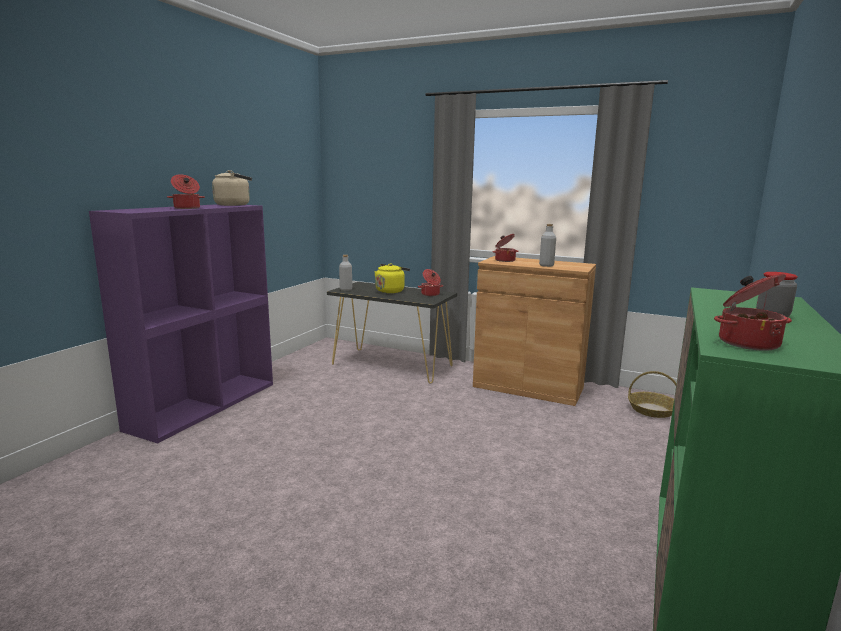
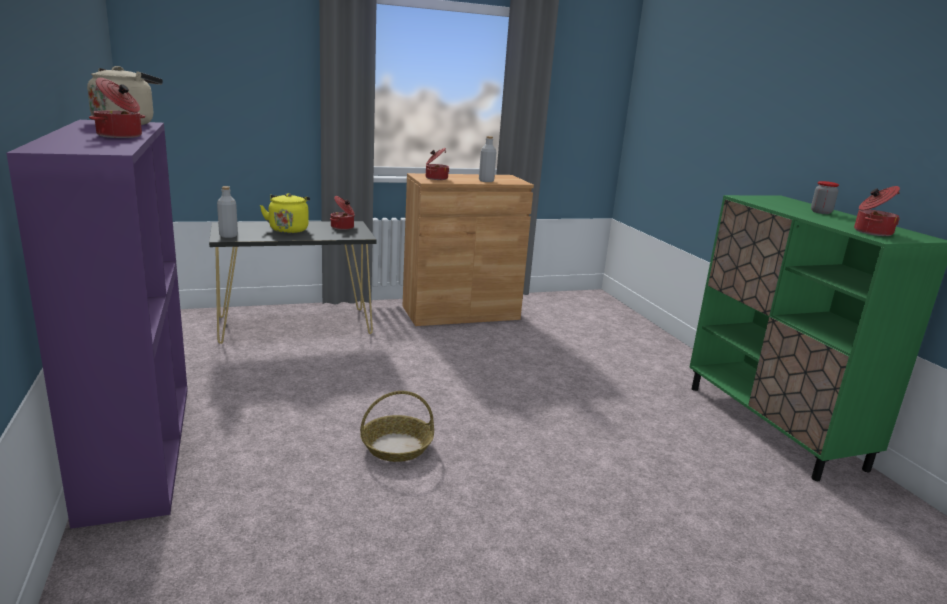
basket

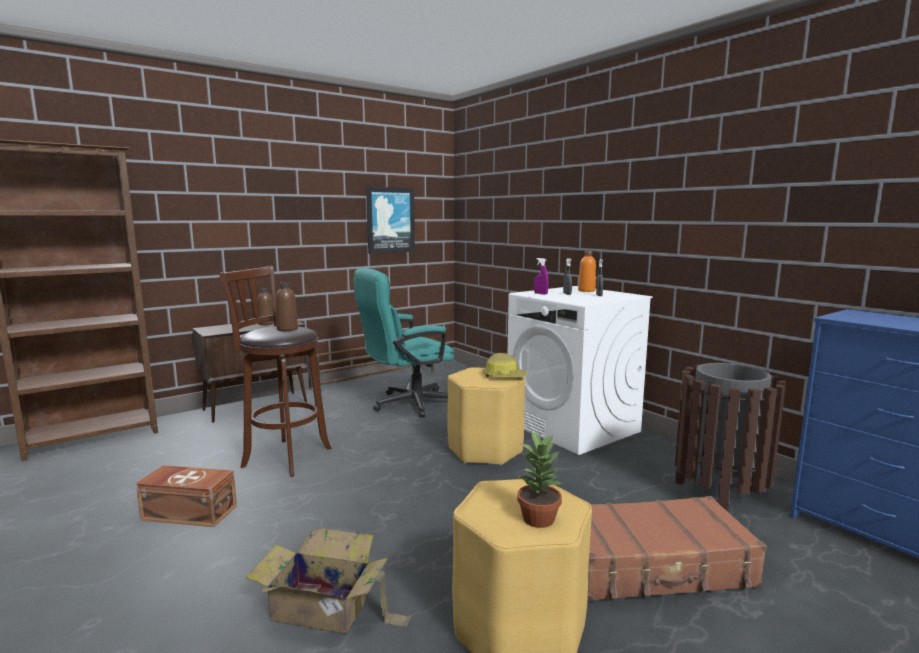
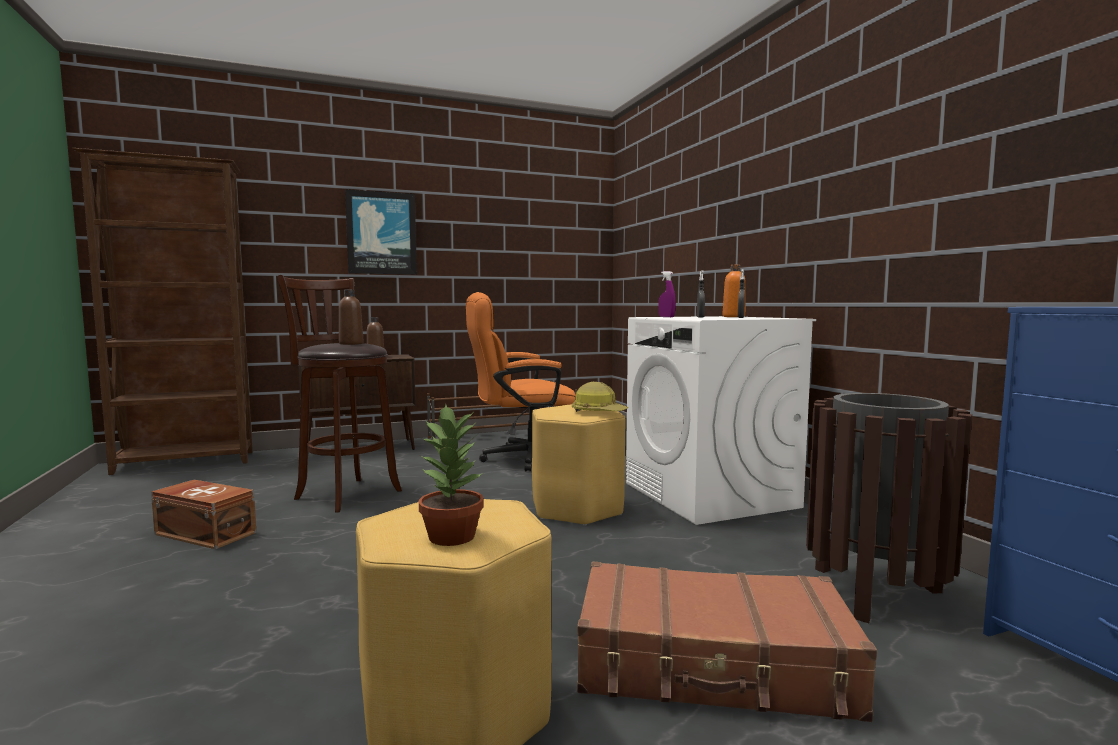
cardboard box
orange office chair
picture

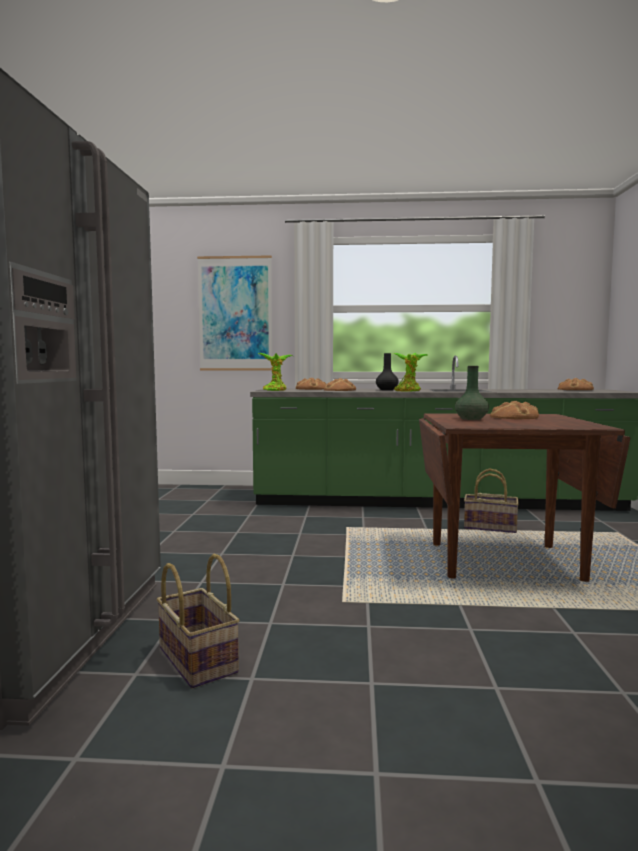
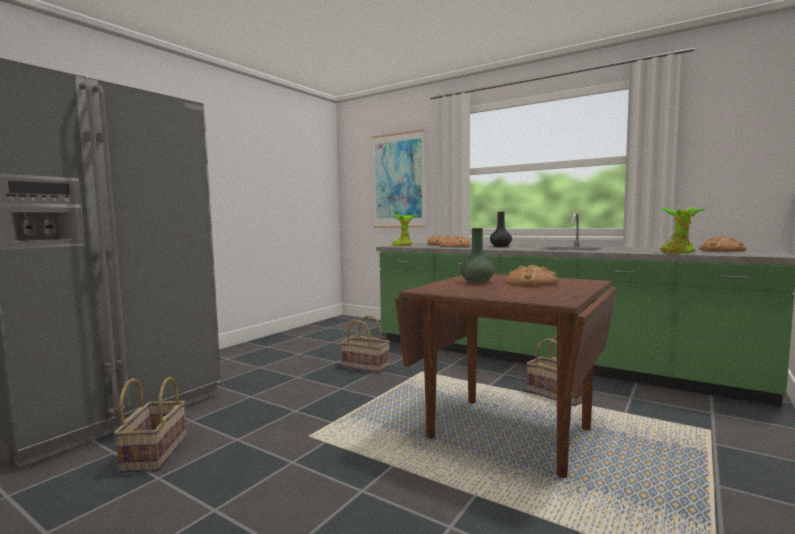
potted plant (no. 2 from left)
basket (no. 2 from left)

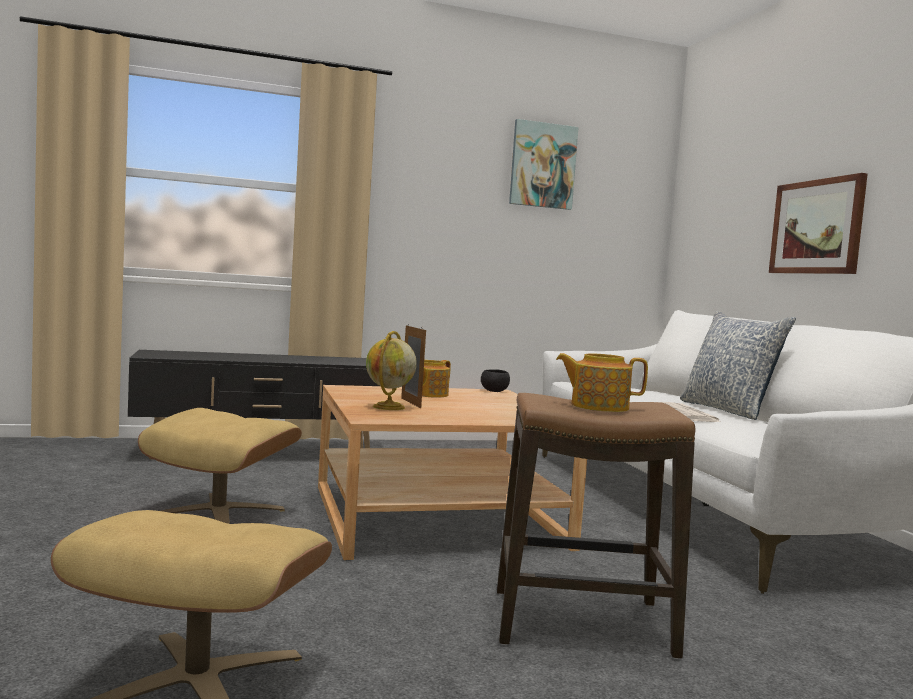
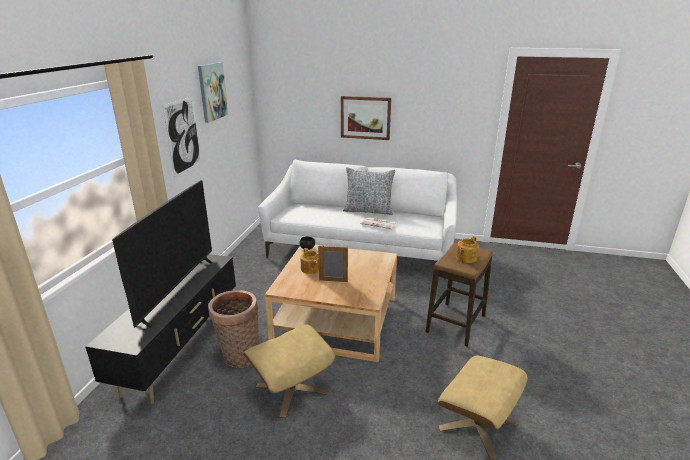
globe
television
picture (no. 1 from left)
basket

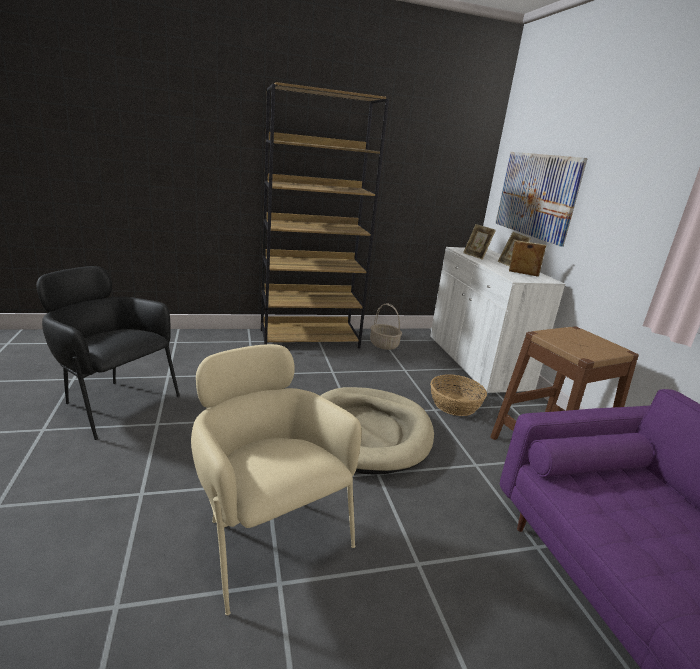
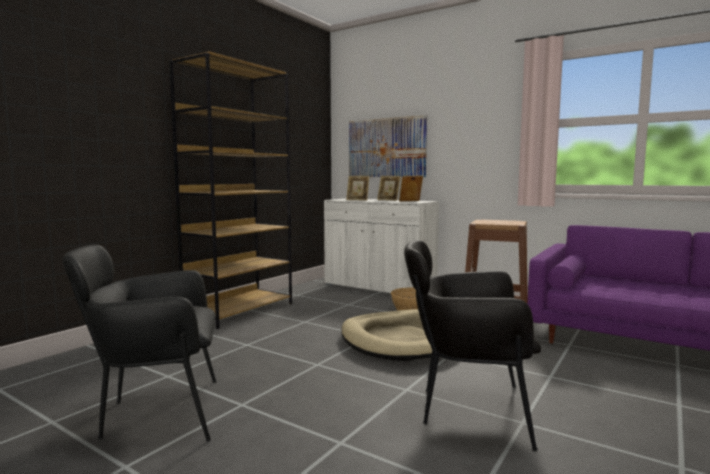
black armchair (no. 2 from left)
basket (no. 1 from left in the first image)

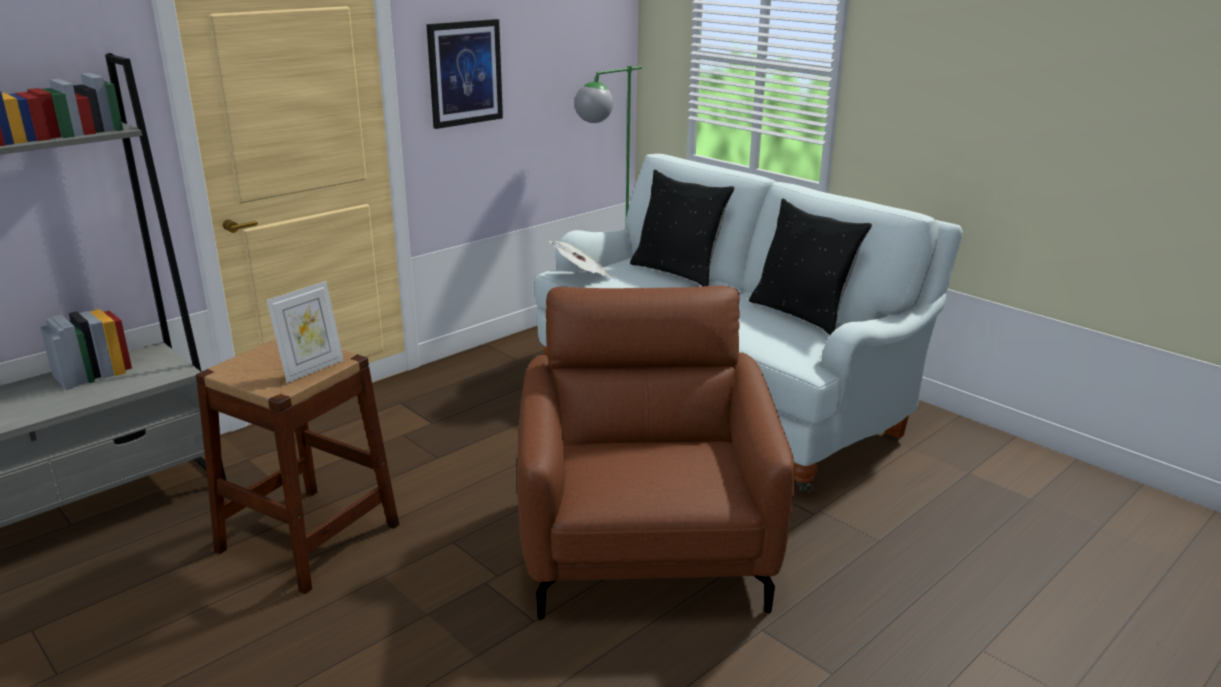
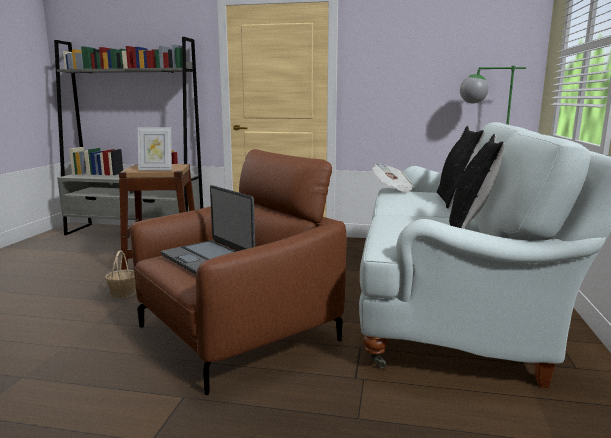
picture
basket
laptop

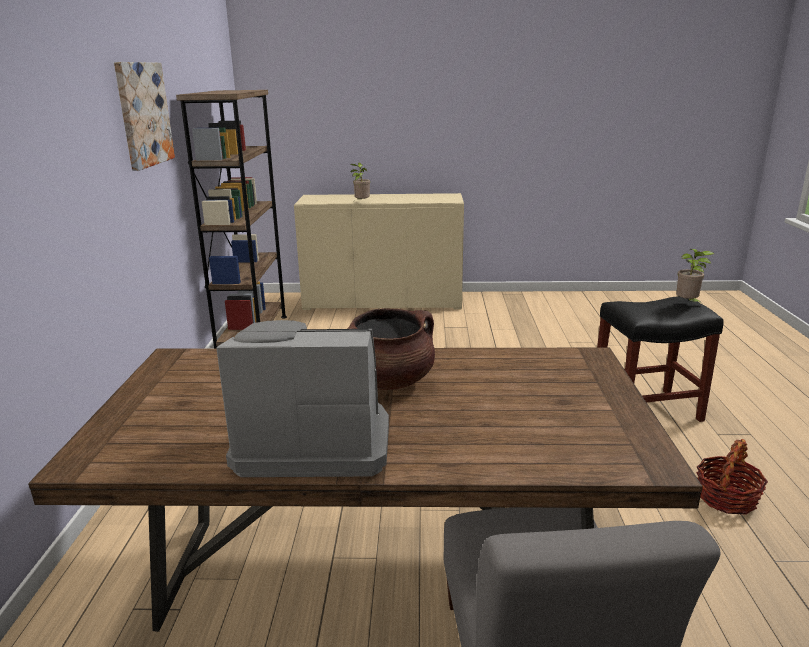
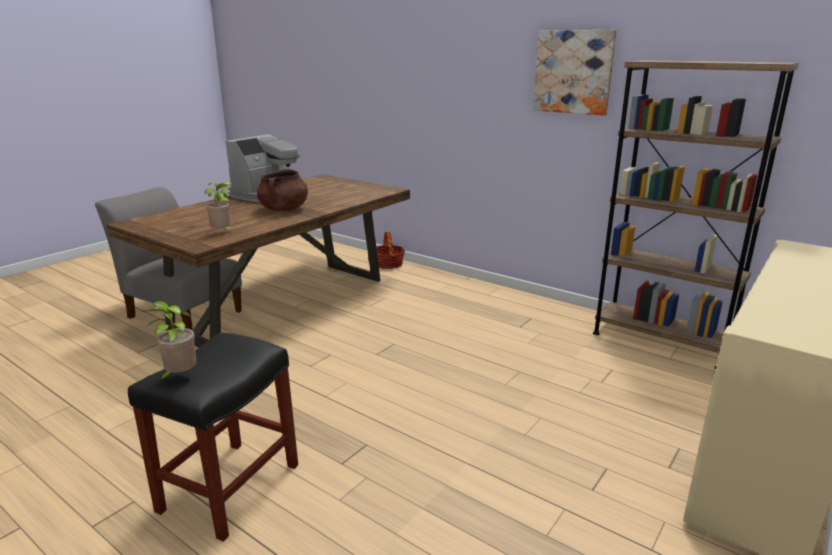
potted plant (no. 2 from left)
basket

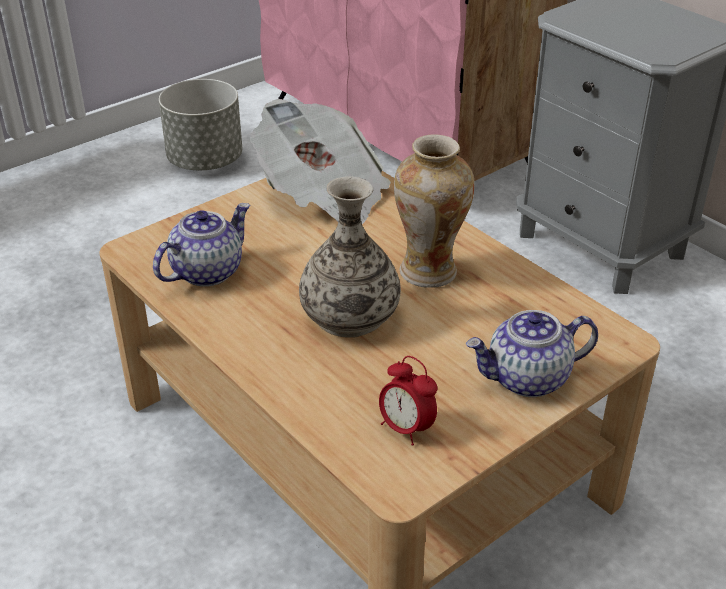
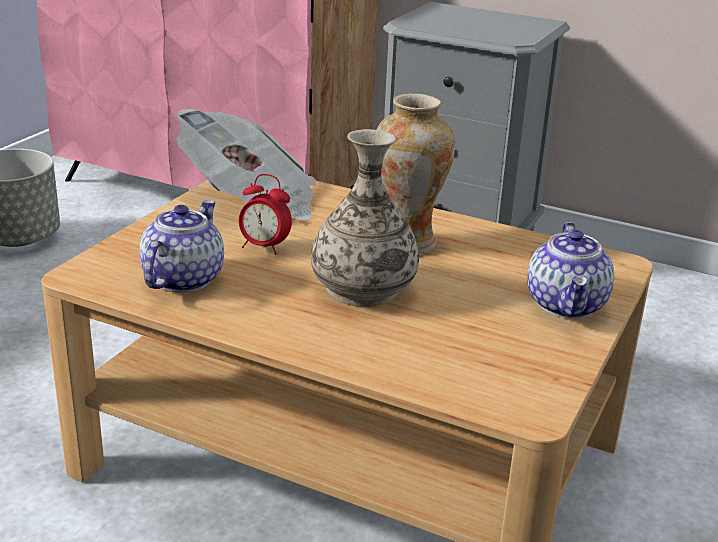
alarm clock
teapot (no. 2 from left)

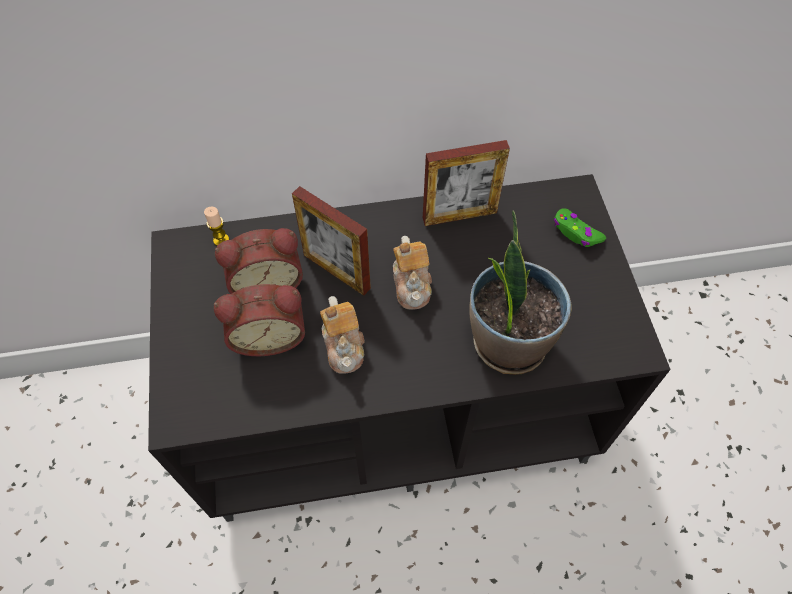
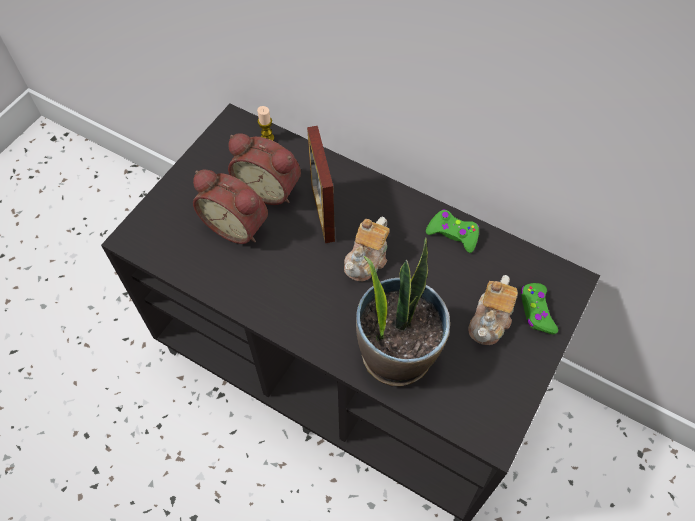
teapot (no. 2 from left)
green game controller (no. 1 from left)

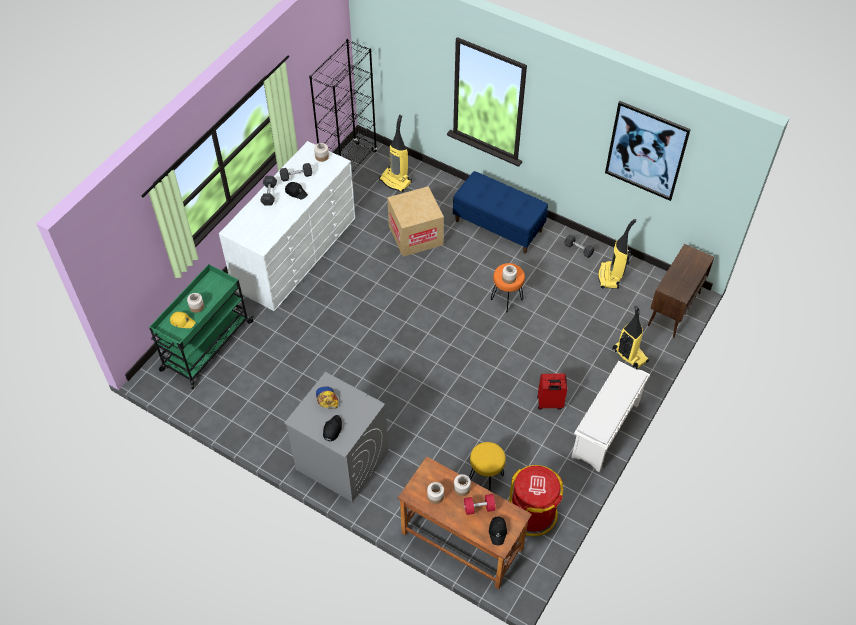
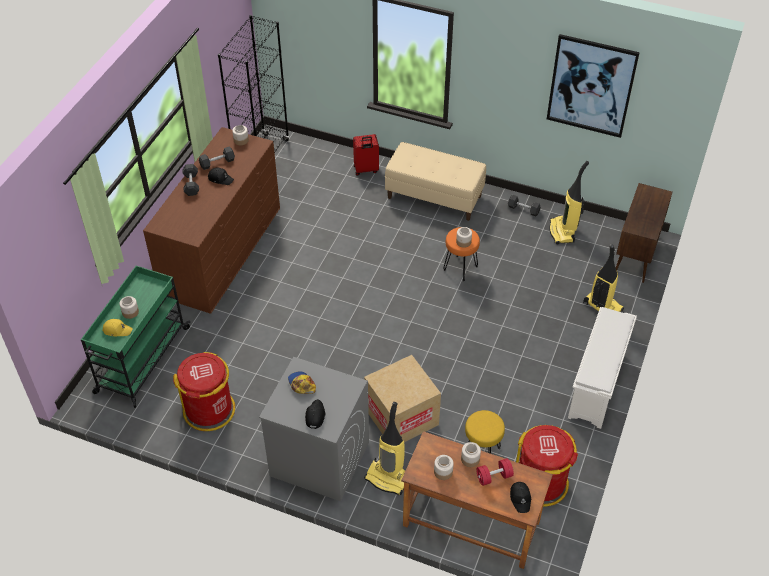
brown dresser
vacuum cleaner (no. 1 from left)
cardboard box
beige bench
red suitcase
red trash can (no. 1 from left)

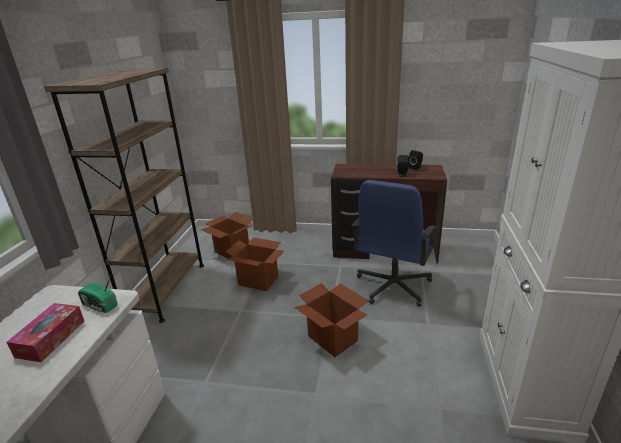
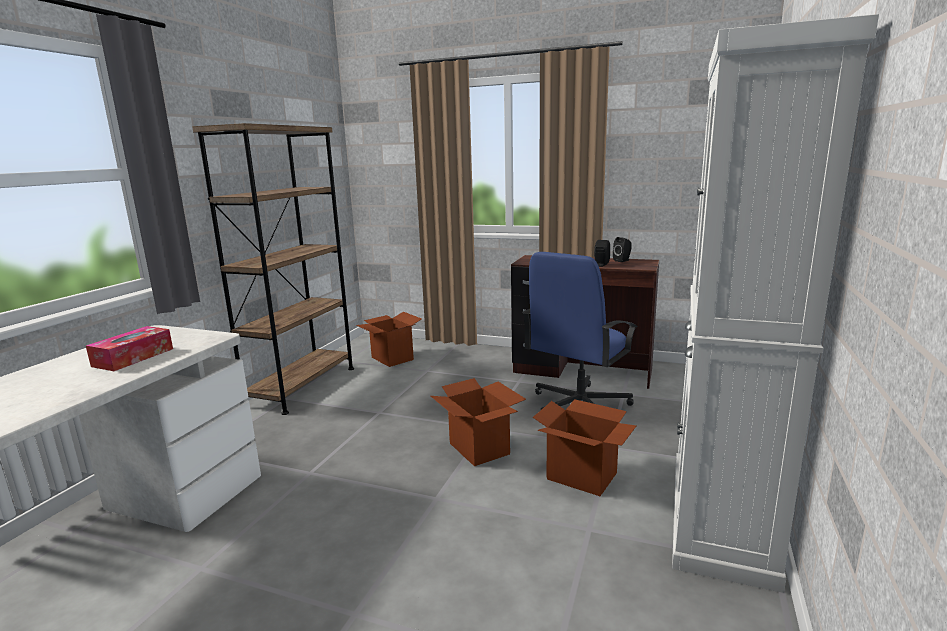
radio
cardboard box (no. 3 from left)

